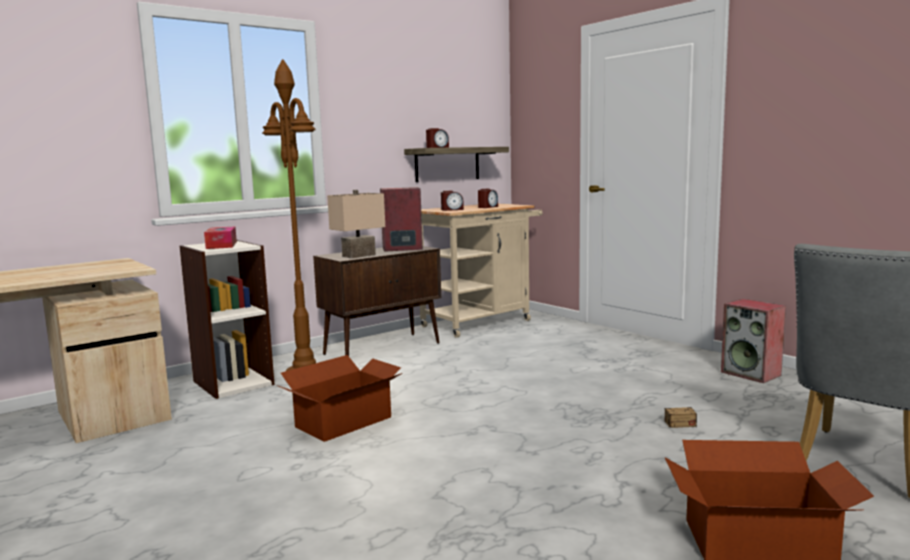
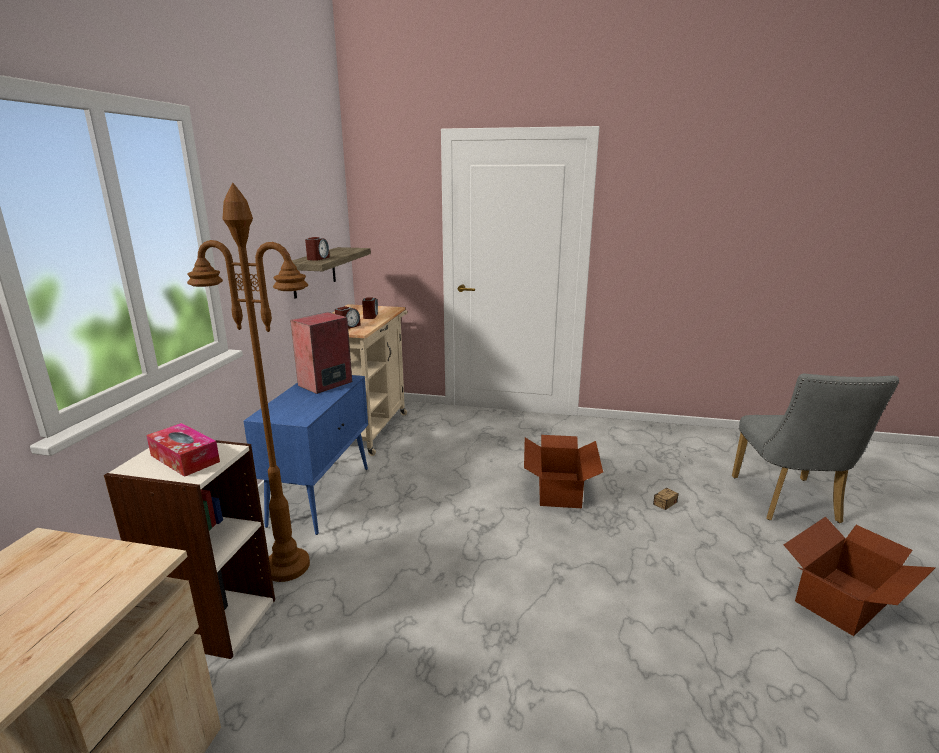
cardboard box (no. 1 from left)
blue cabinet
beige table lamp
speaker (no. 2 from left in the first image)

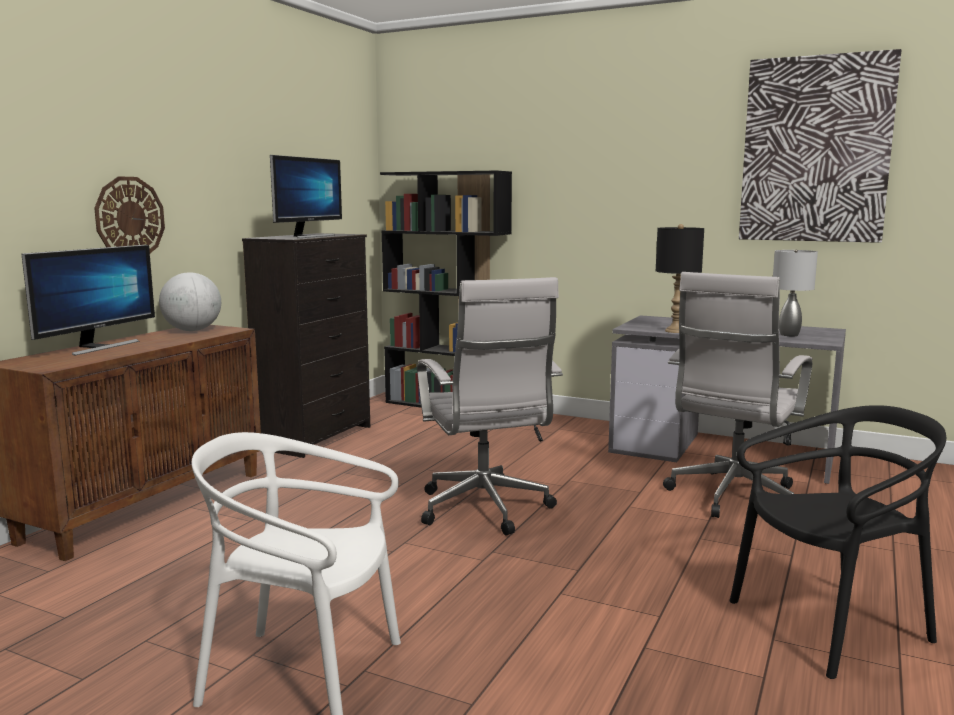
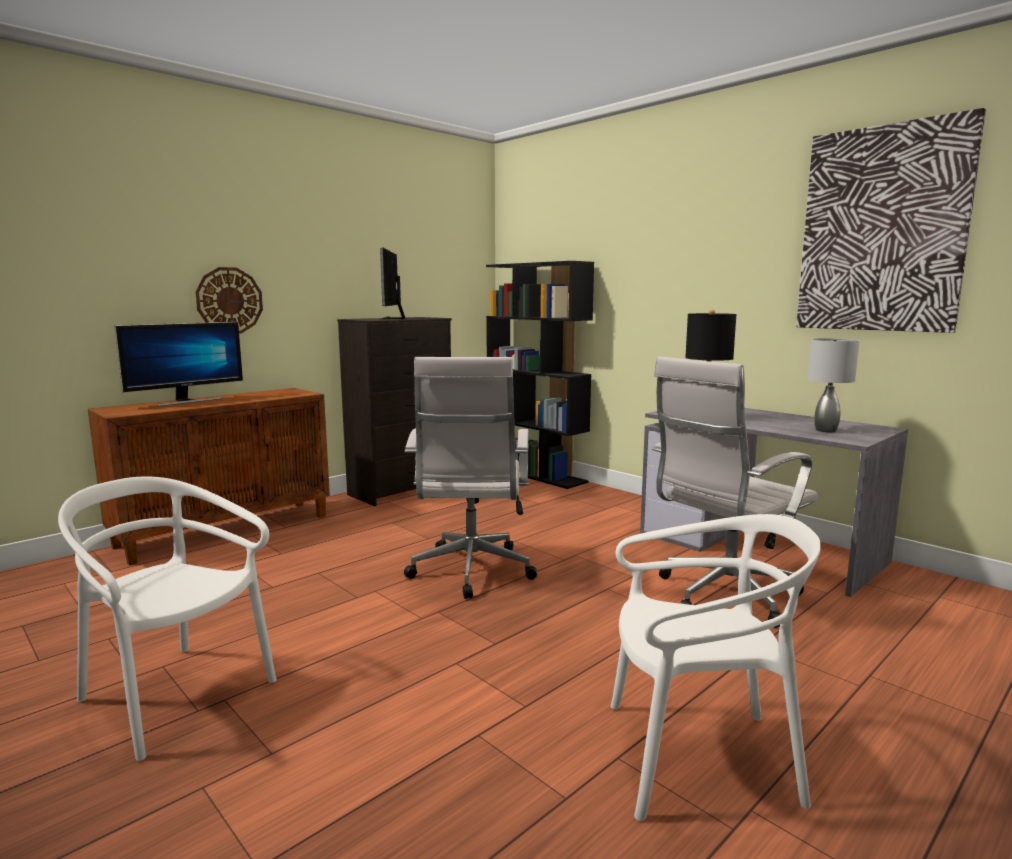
globe
monitor (no. 2 from left)
white chair (no. 2 from left)

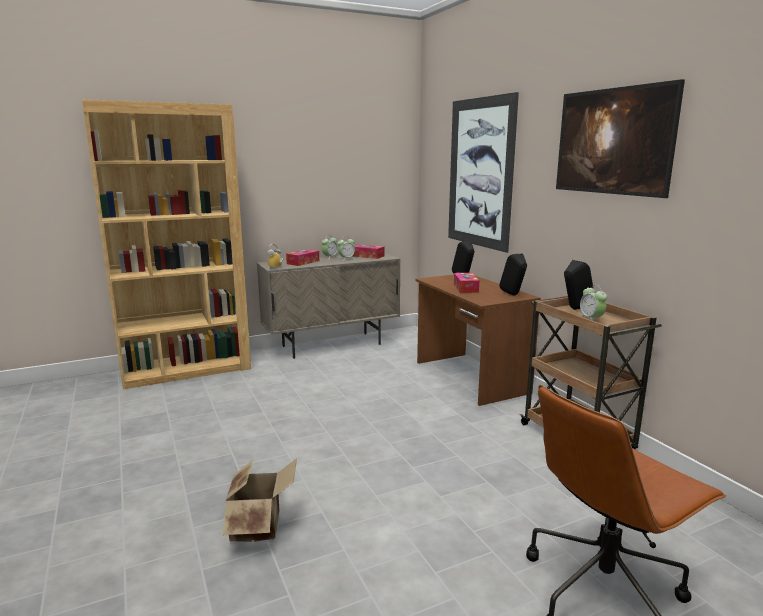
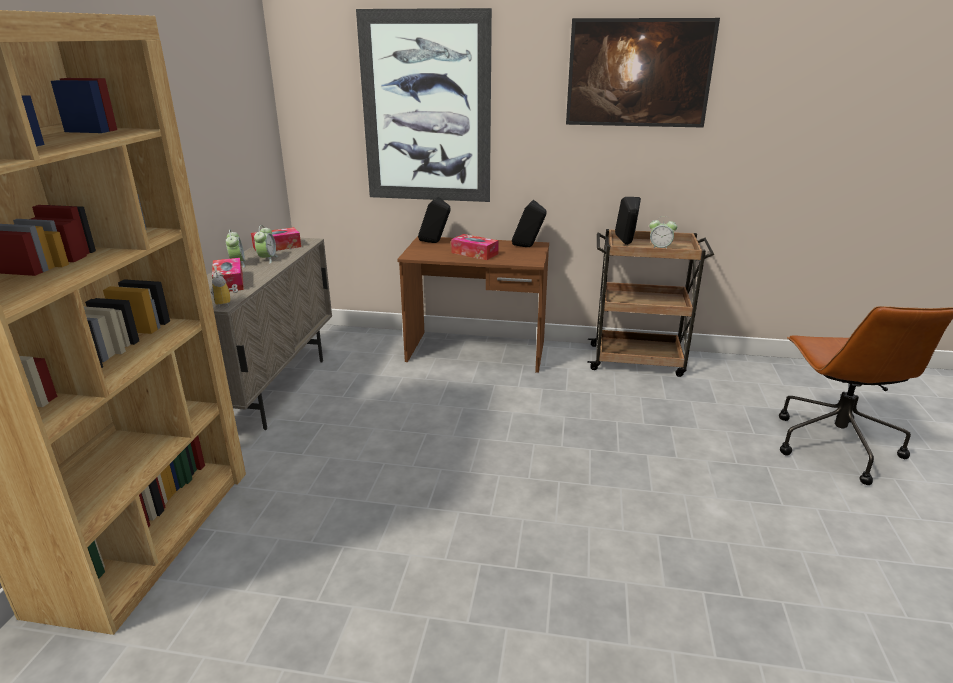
cardboard box

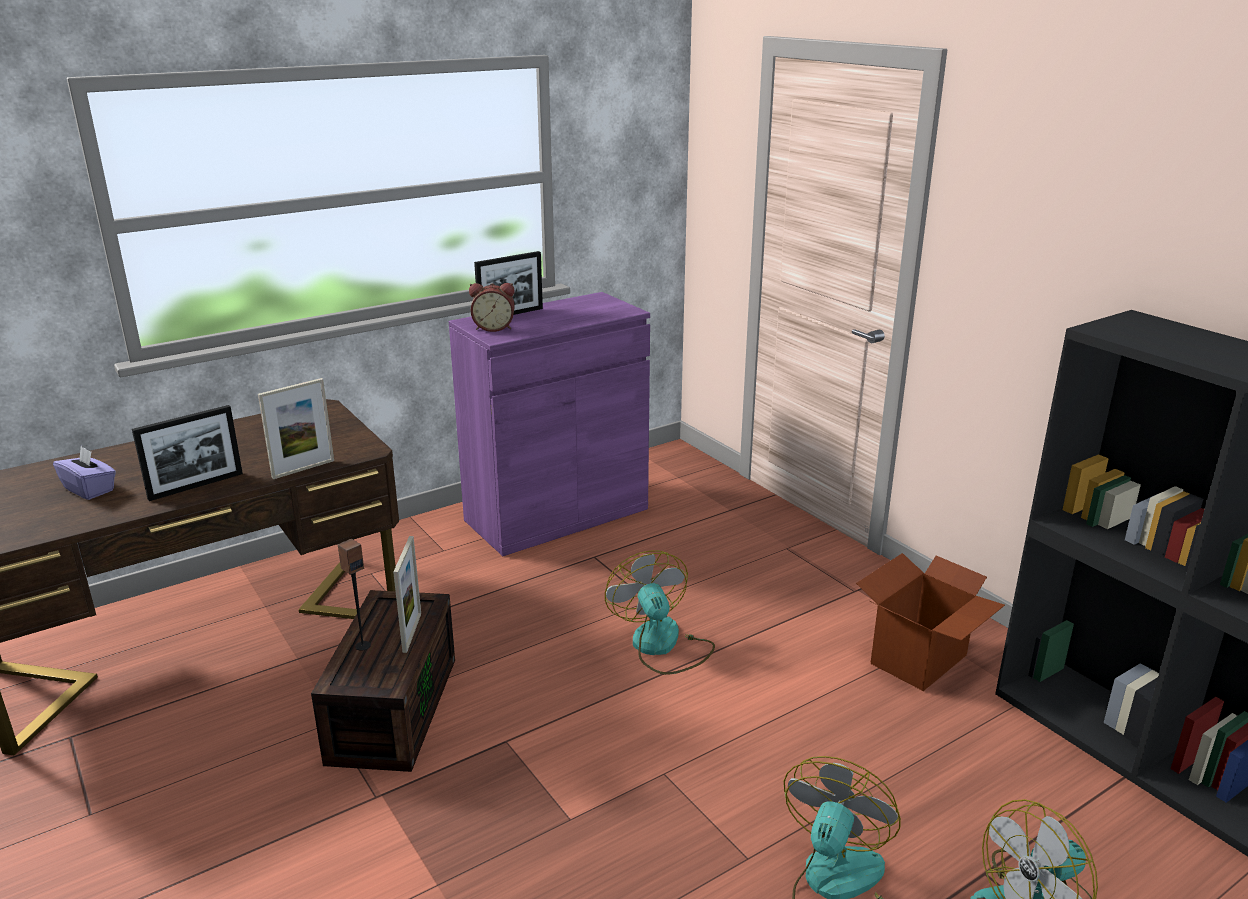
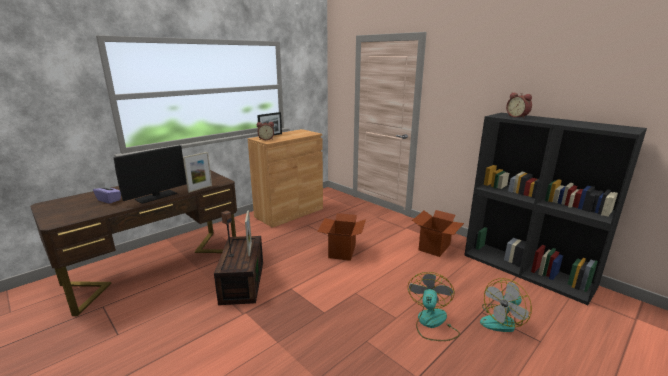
monitor
brown cabinet
cardboard box (no. 1 from left)
alarm clock (no. 2 from left)

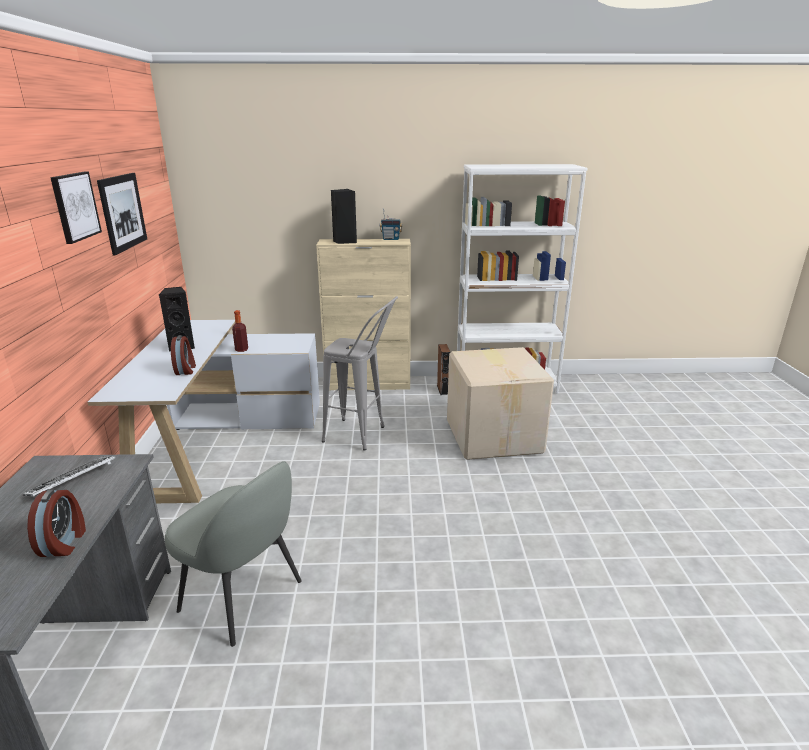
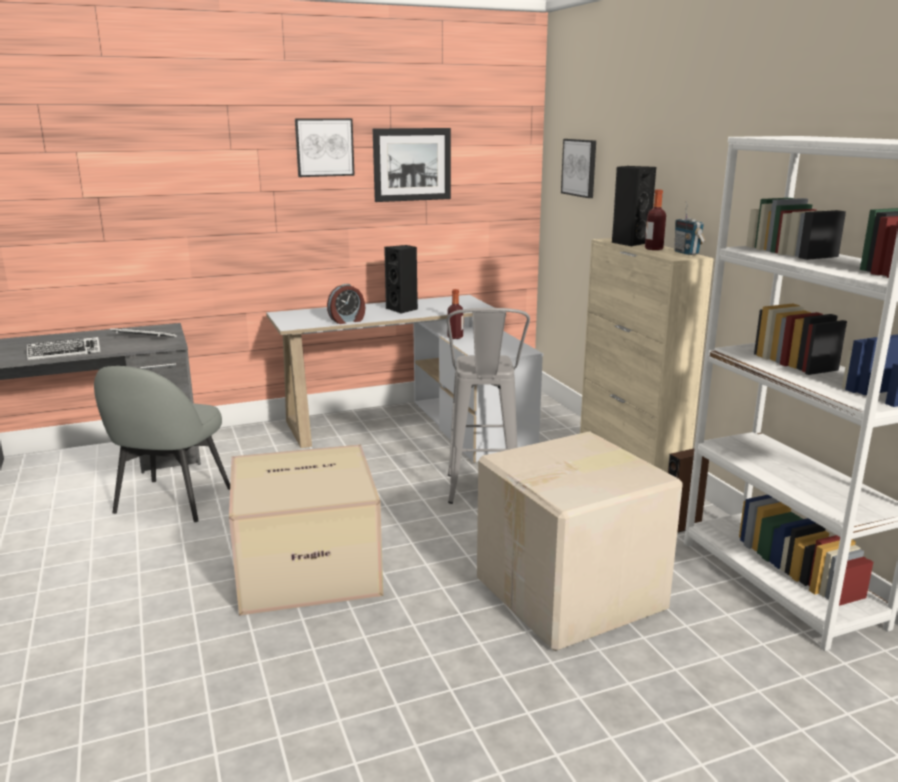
keyboard (no. 1 from left)
cardboard box (no. 1 from left)
picture (no. 3 from left)
bottle (no. 2 from left)

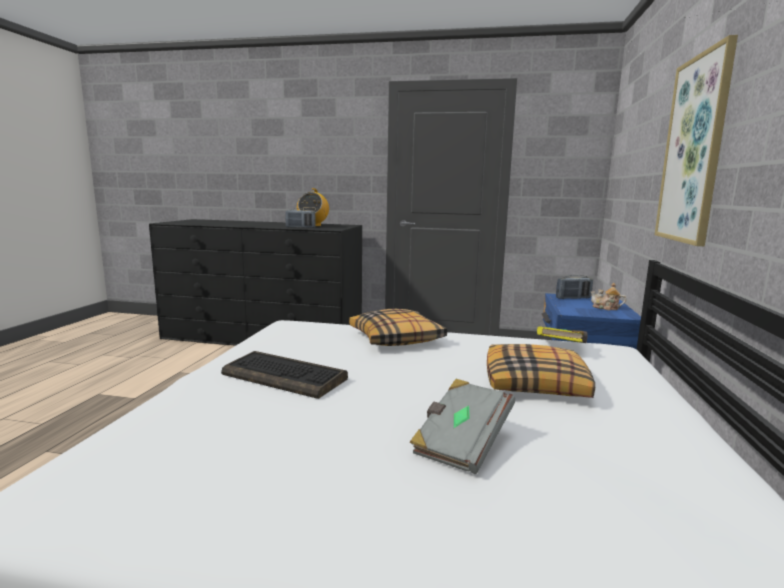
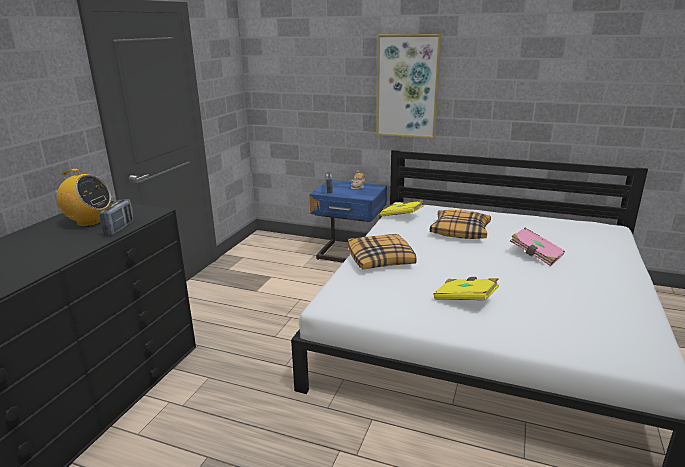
yellow book (no. 2 from left)
pink book

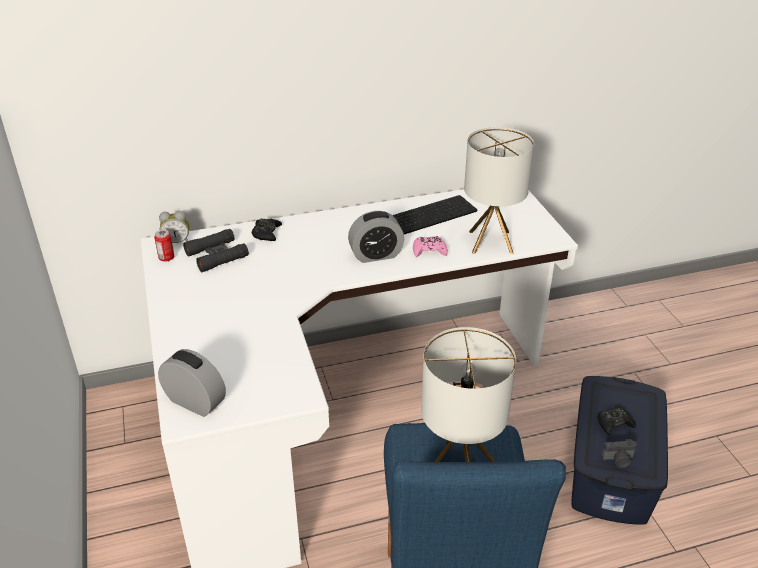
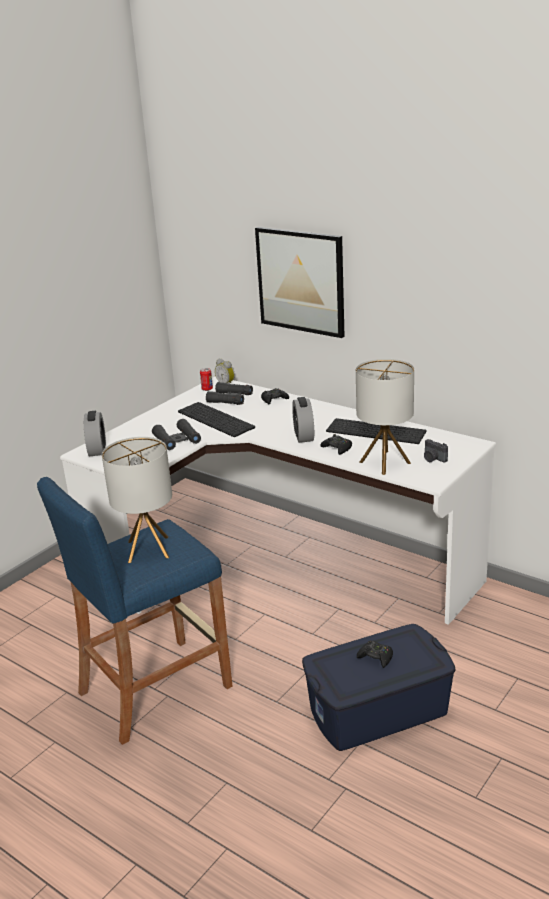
alarm clock (no. 3 from left)
black game controller (no. 2 from left)
photo camera
black binoculars (no. 1 from left)
keyboard (no. 1 from left)
picture

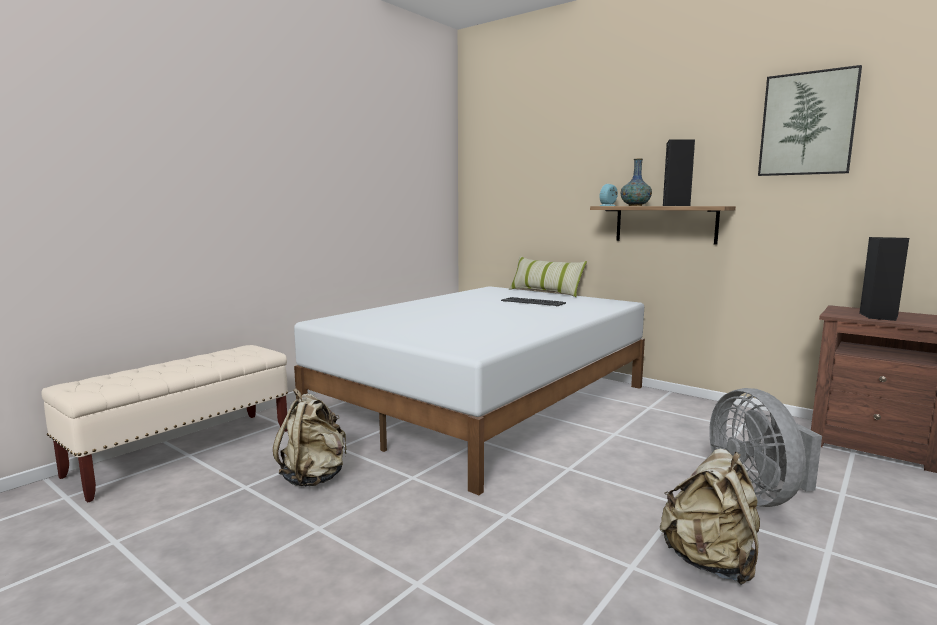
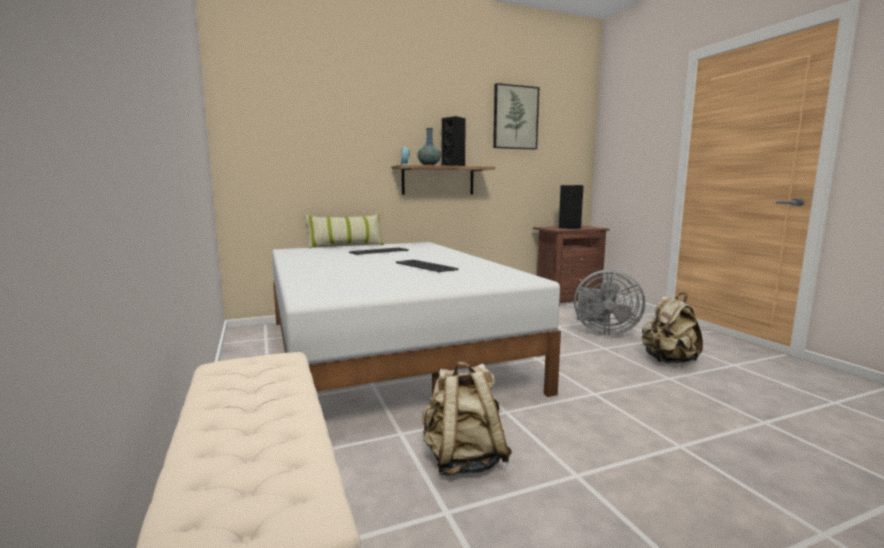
keyboard (no. 2 from left)

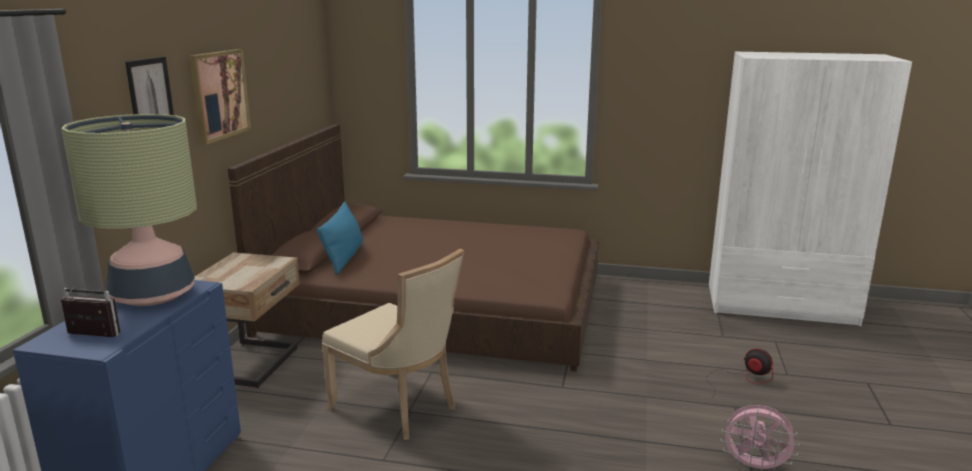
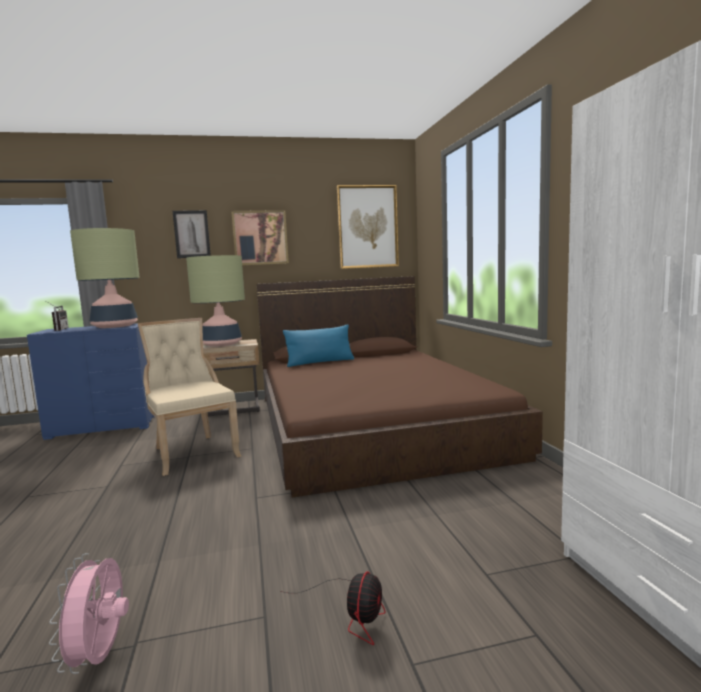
beige chair
table lamp (no. 2 from left)
picture (no. 3 from left)

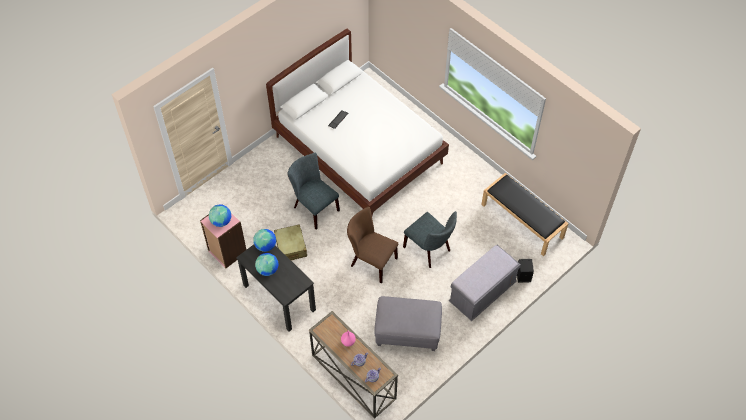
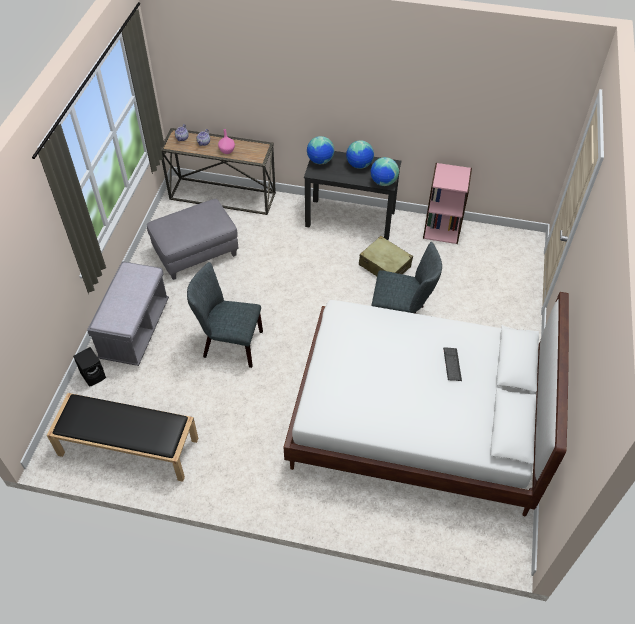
globe (no. 1 from left)
brown chair

